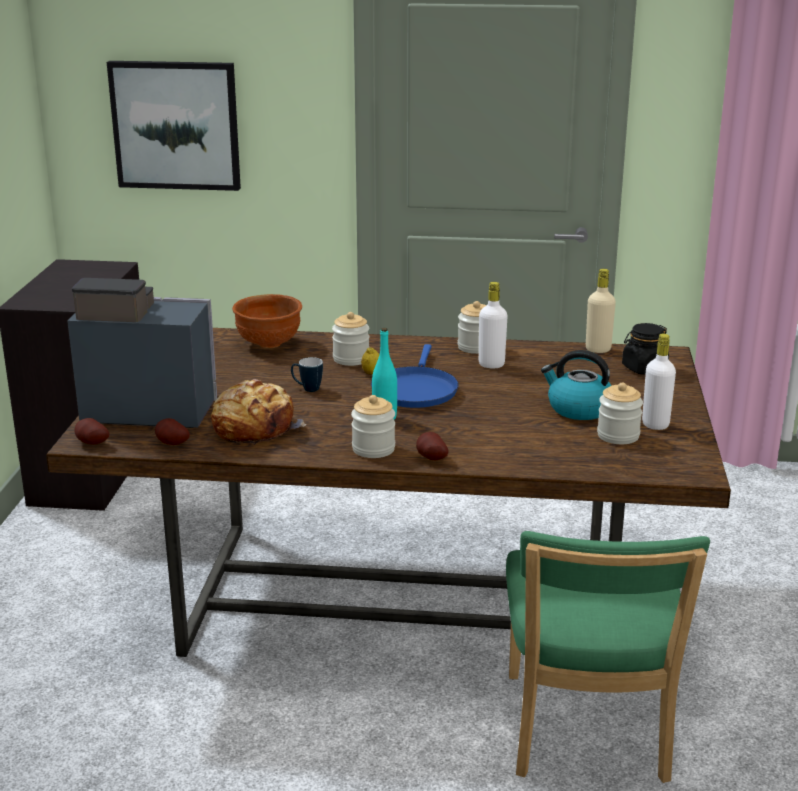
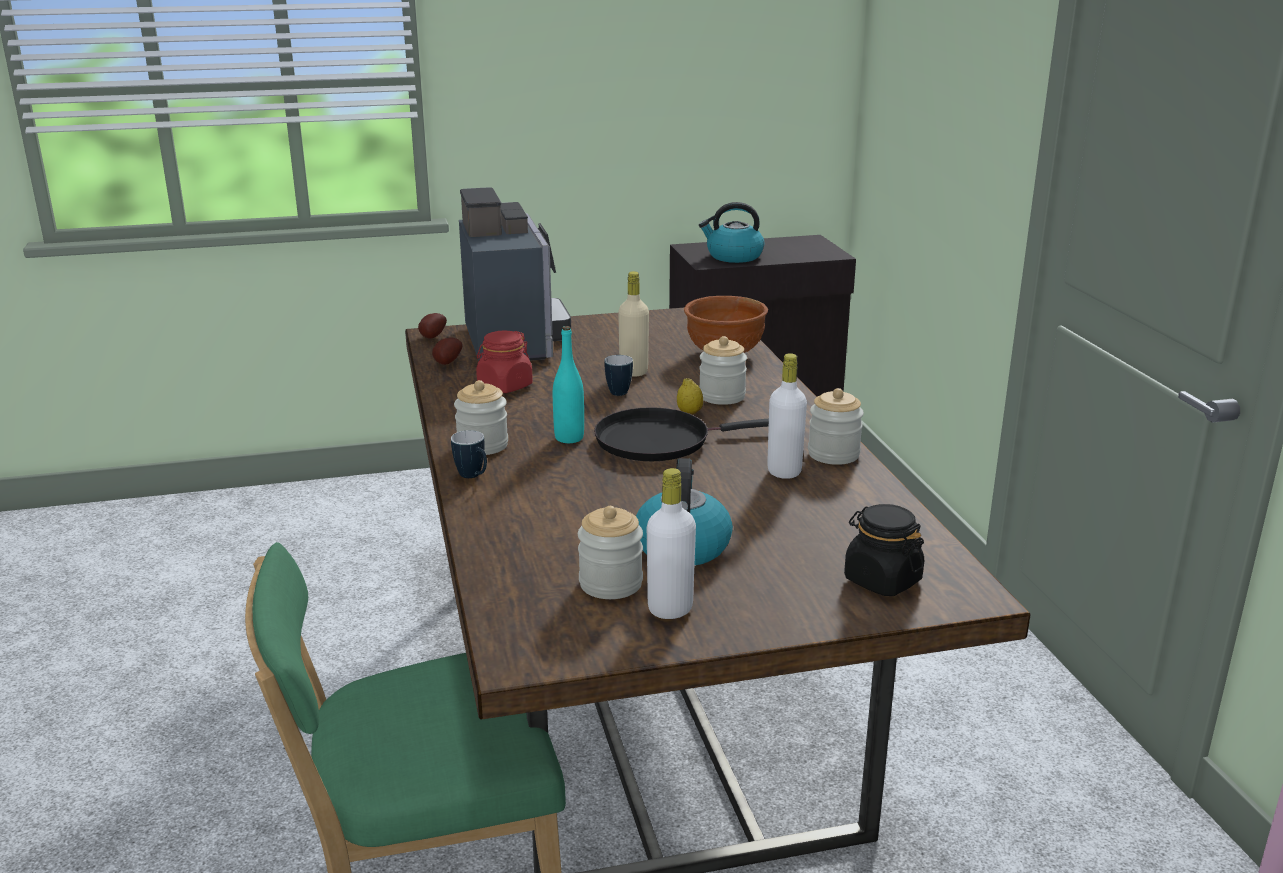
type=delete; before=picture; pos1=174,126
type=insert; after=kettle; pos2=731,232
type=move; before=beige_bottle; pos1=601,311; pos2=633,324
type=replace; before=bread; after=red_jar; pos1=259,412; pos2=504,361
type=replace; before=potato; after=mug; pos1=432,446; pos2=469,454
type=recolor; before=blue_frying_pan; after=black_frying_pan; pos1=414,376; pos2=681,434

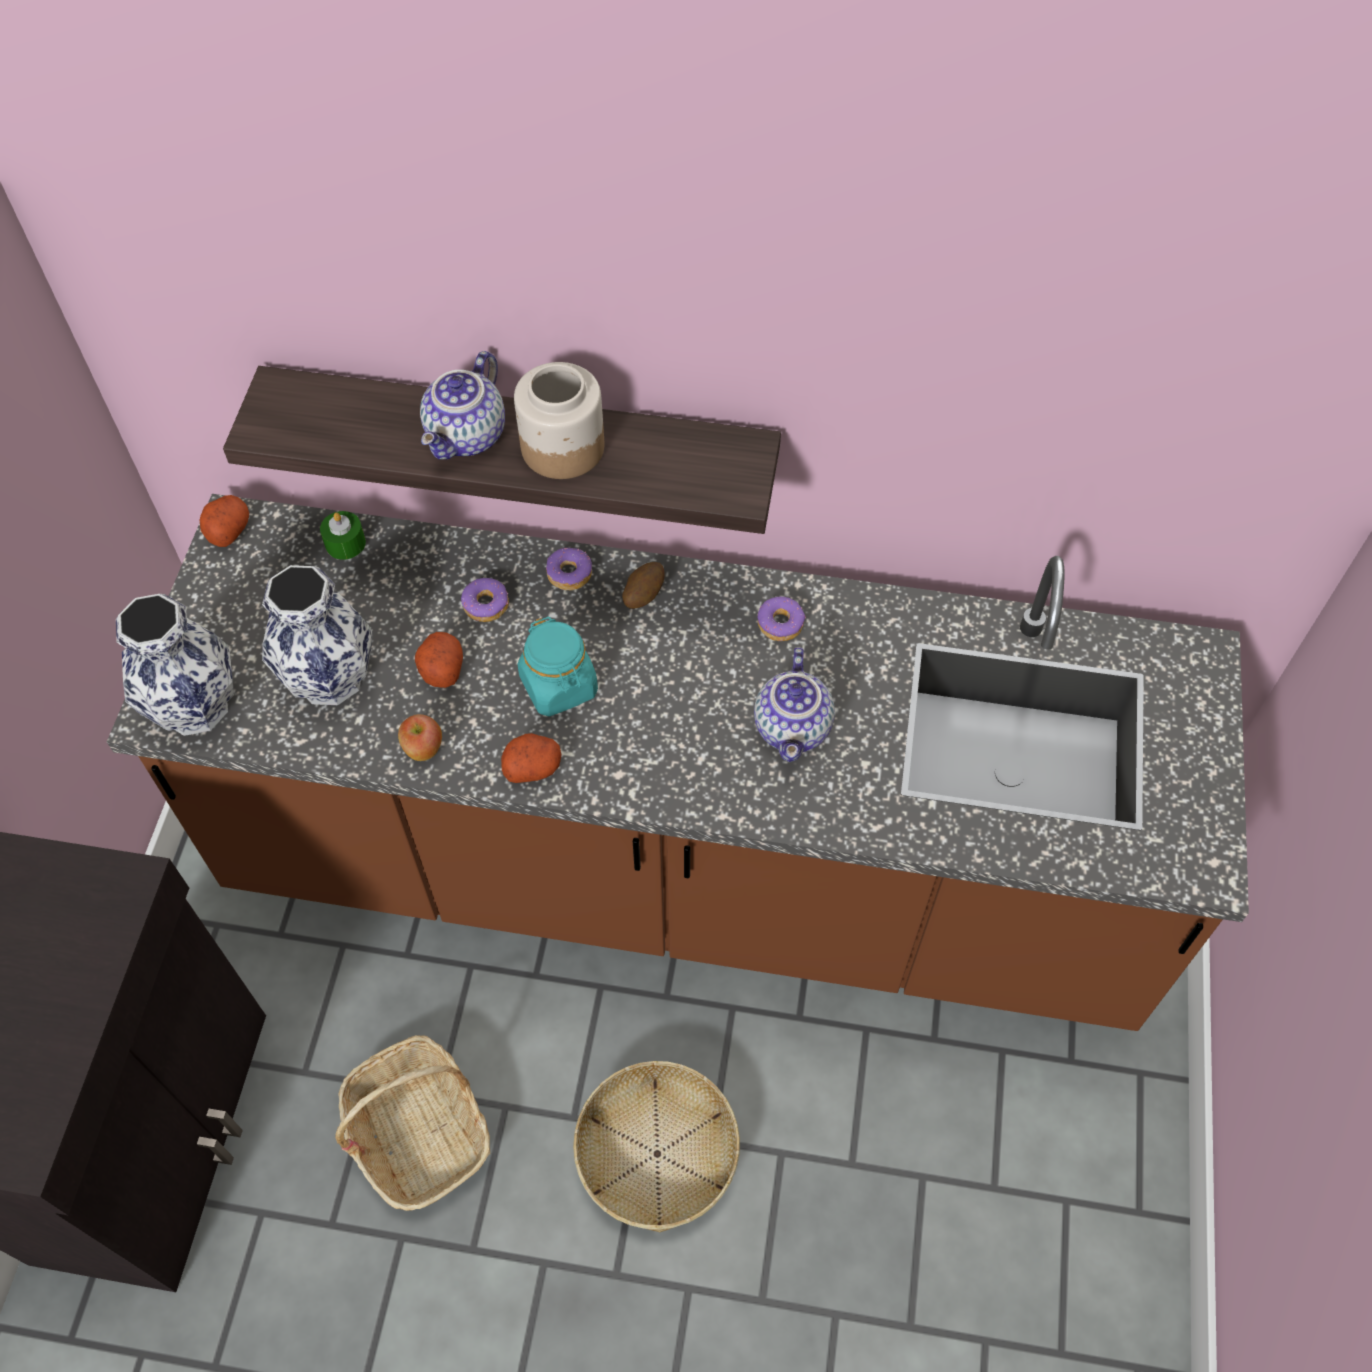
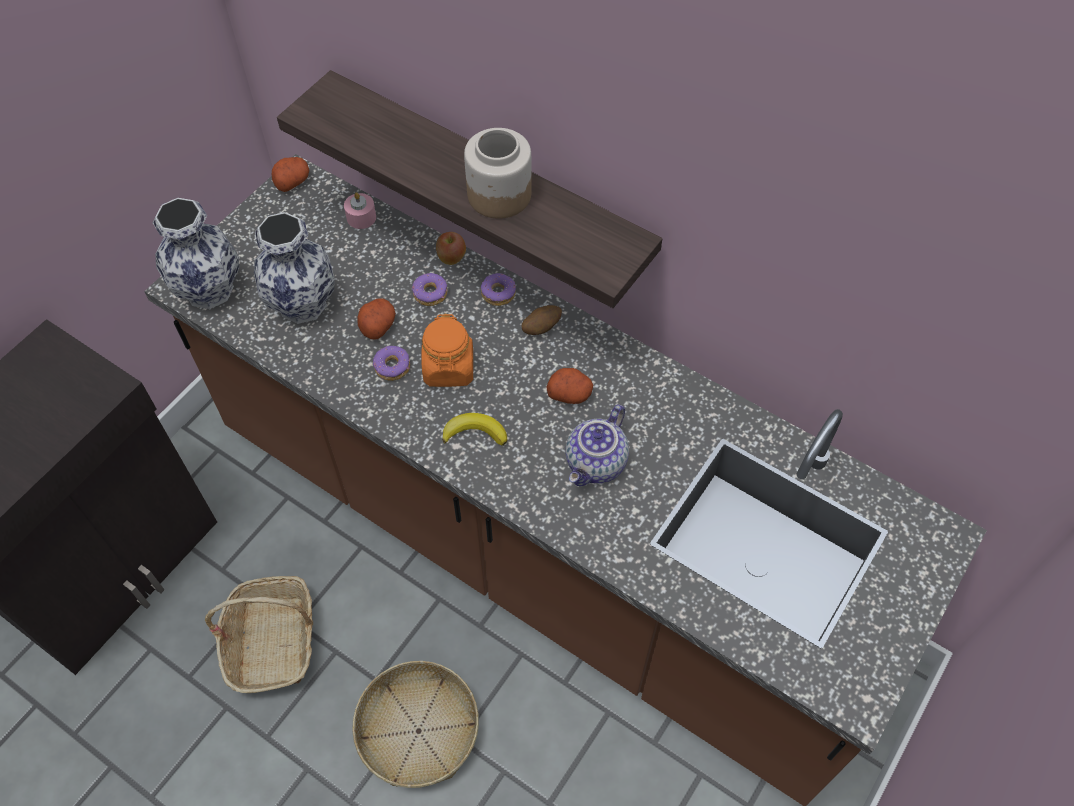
type=delete; before=teapot; pos1=462,405
type=insert; after=banana; pos2=475,429
type=move; before=apple; pos1=420,737; pos2=451,248
type=move; before=potato; pos1=531,758; pos2=569,386
type=move; before=donut; pos1=781,619; pos2=391,363
type=recolor; before=green_candle; after=pink_candle; pos1=343,535; pos2=360,211
type=recolor; before=turquoise_jar; after=orange_jar; pos1=558,666; pos2=447,350

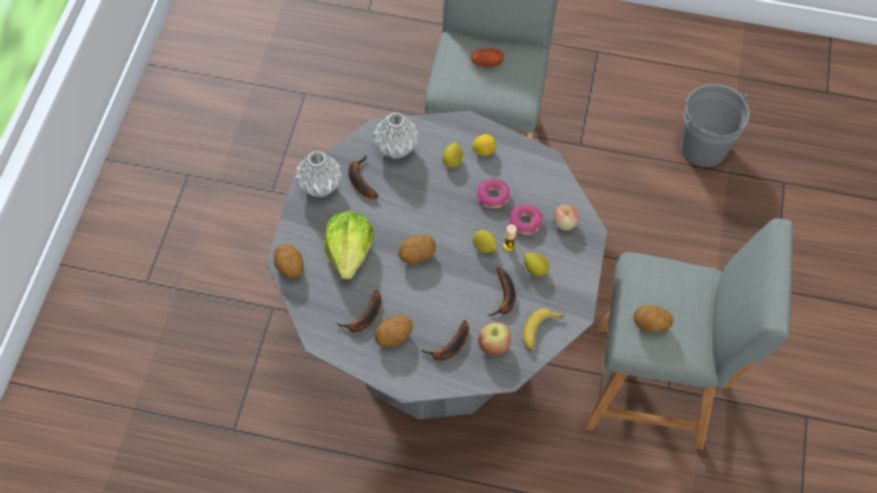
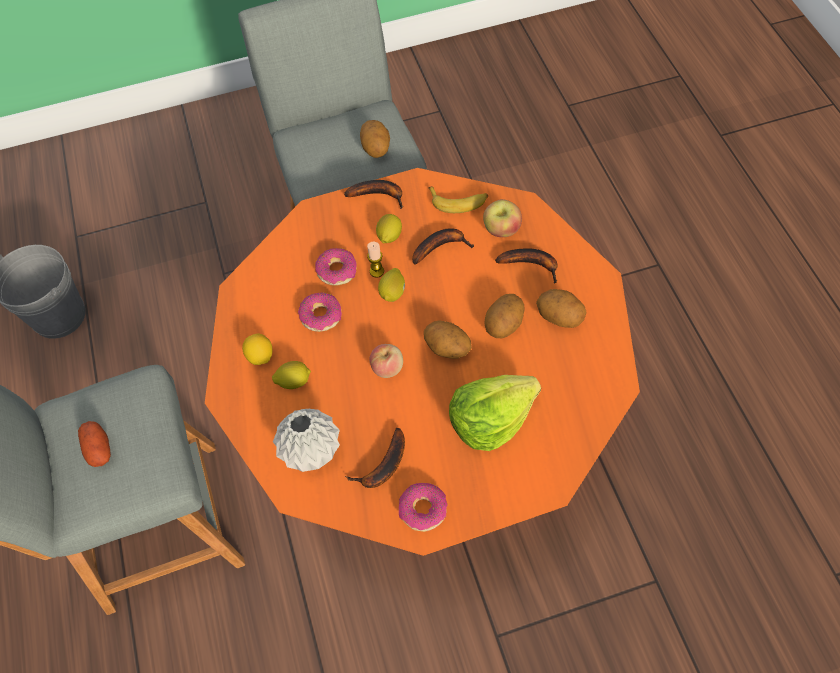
type=move; before=potato; pos1=289,261; pos2=504,316
type=move; before=banana; pos1=359,311; pos2=373,194
type=move; before=apple; pos1=566,217; pos2=386,361
type=replace; before=grey_vase; after=donut; pos1=318,174; pos2=423,507
type=recolor; before=grey_dining_table; after=orange_dining_table; pos1=436,265; pos2=422,362

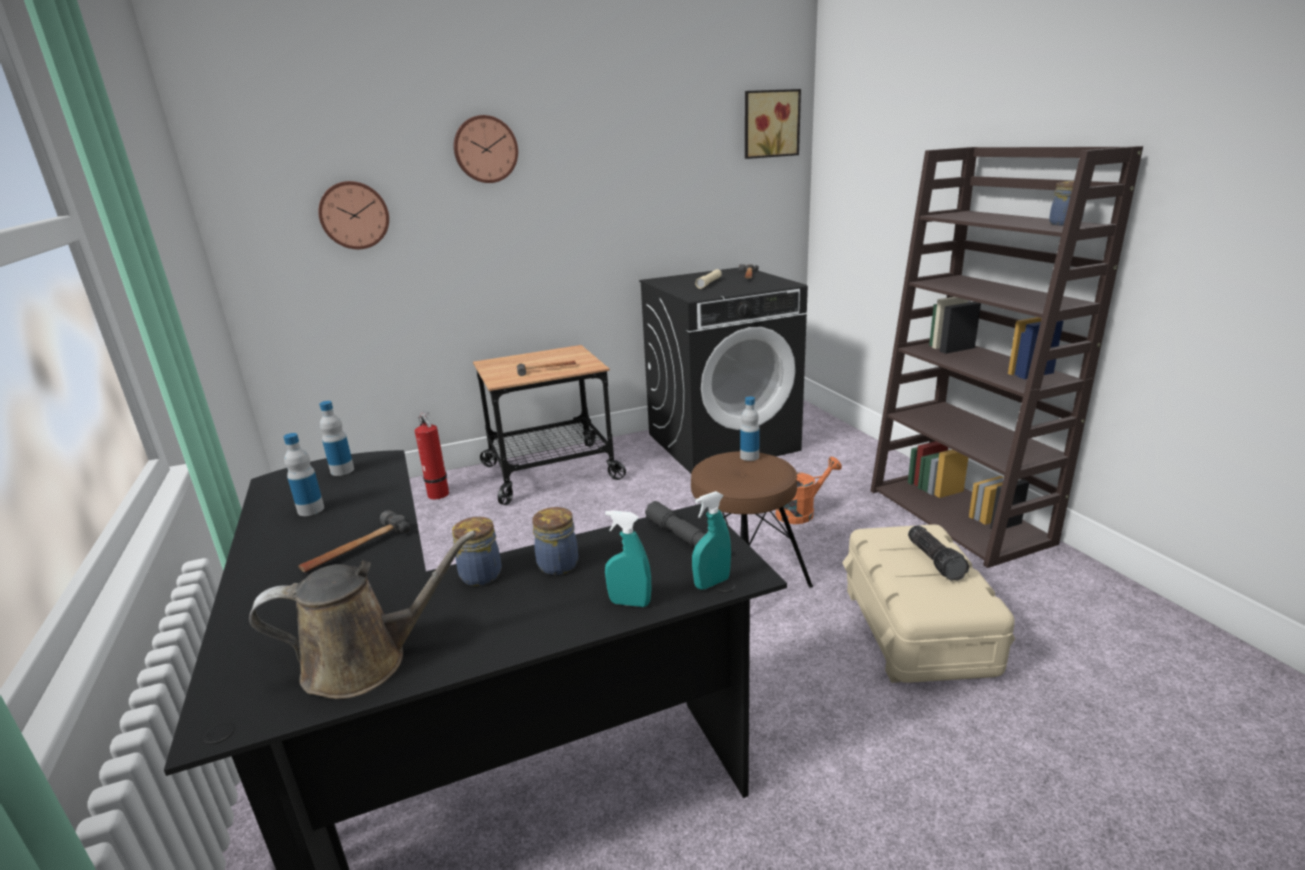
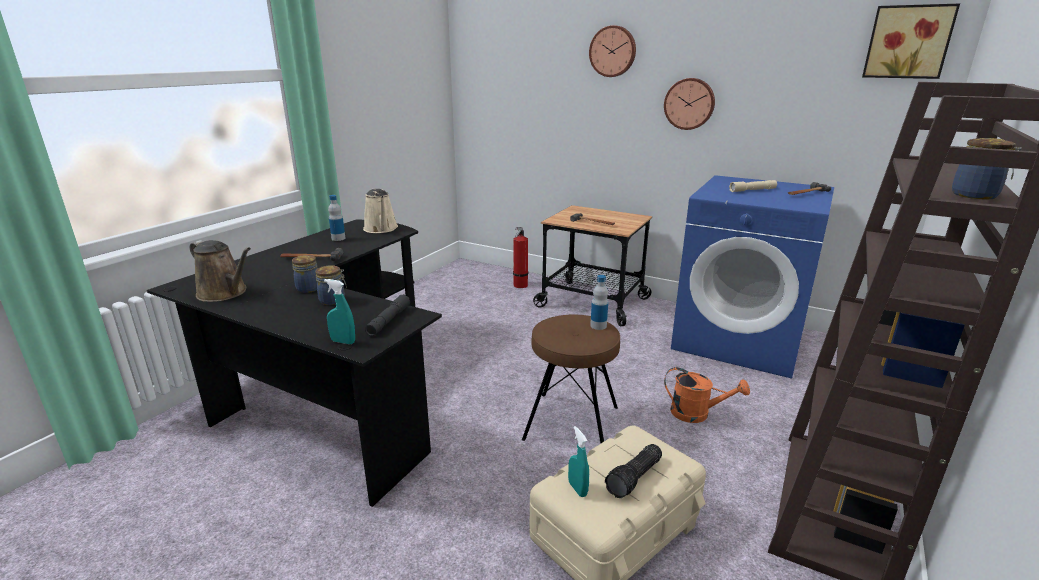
type=move; before=wall_clock; pos1=353,215; pos2=689,104
type=move; before=turquoise_spray_bottle; pos1=628,558; pos2=578,461
type=replace; before=bottle; after=beige_watering_can; pos1=336,438; pos2=380,210
type=recolor; before=black_washing_machine; after=blue_washing_machine; pos1=723,370; pos2=752,277

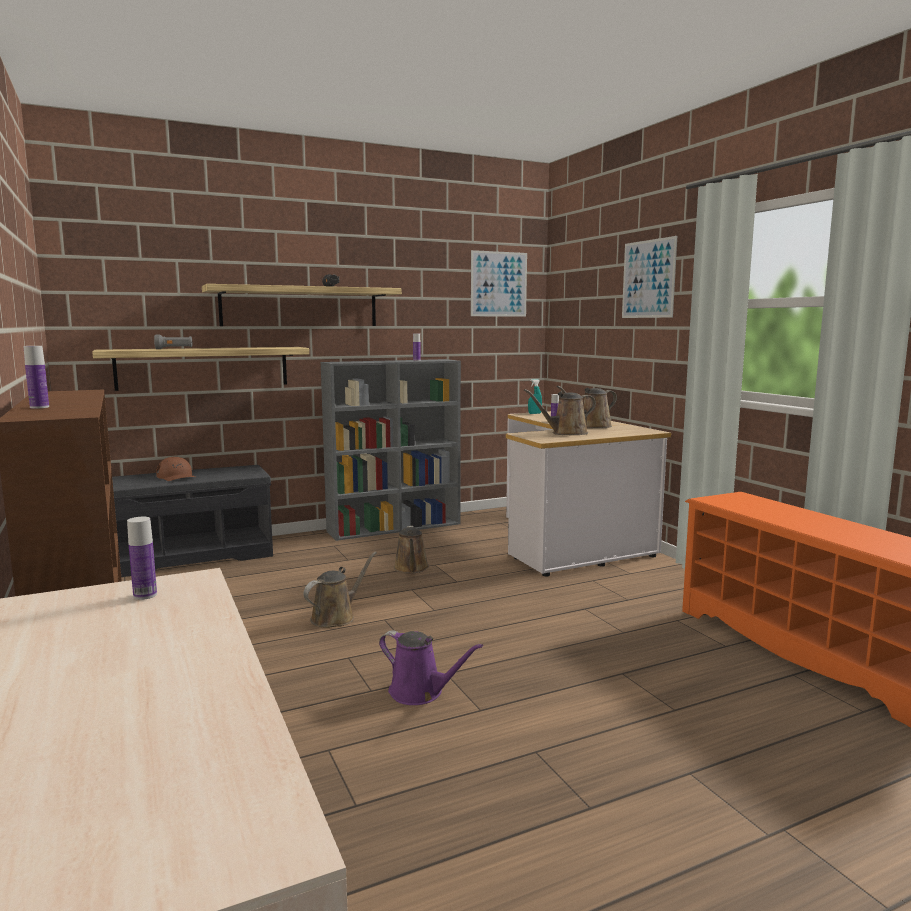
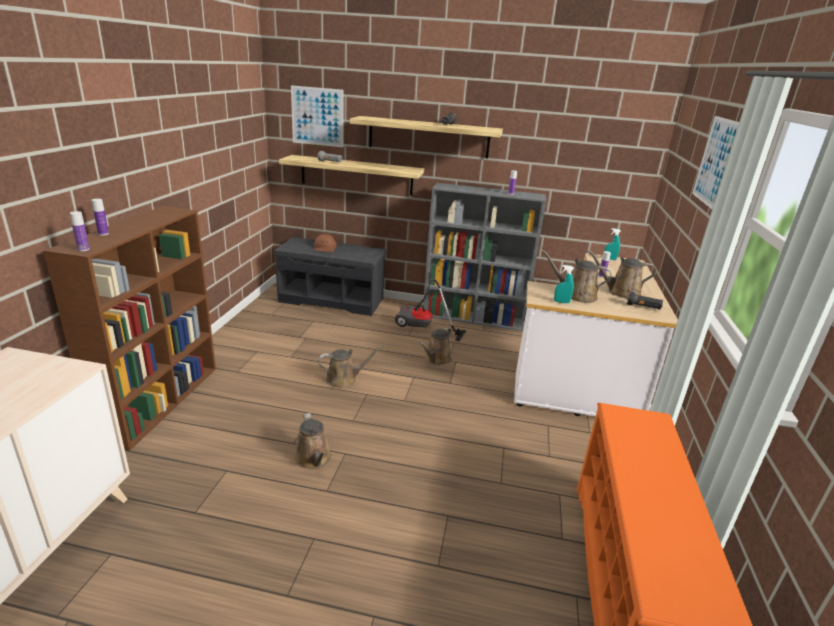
type=insert; after=vacuum_cleaner; pos2=430,310
type=insert; after=turquoise_spray_bottle; pos2=564,284
type=insert; after=black_flashlight; pos2=645,300
type=move; before=bottle; pos1=142,558; pos2=80,231
type=move; before=picture; pos1=499,283; pos2=317,116
type=recolor; before=purple_watering_can; after=brown_watering_can; pos1=431,667; pos2=312,441

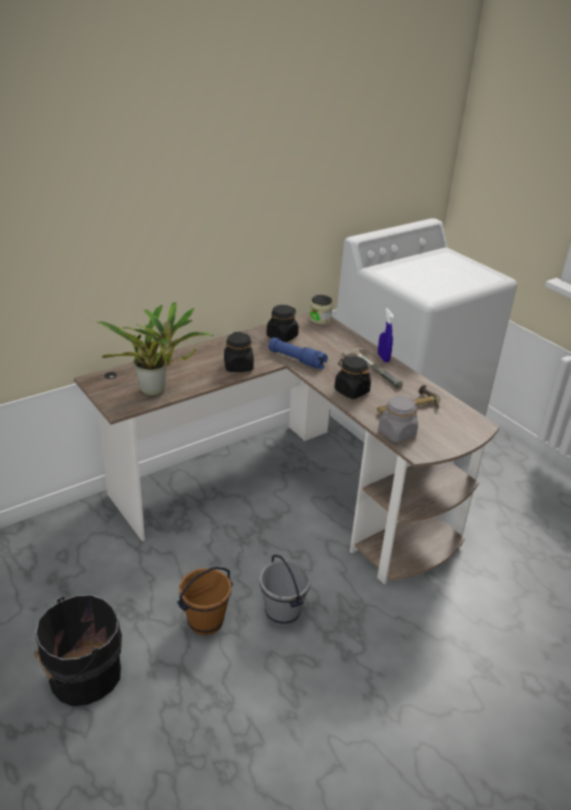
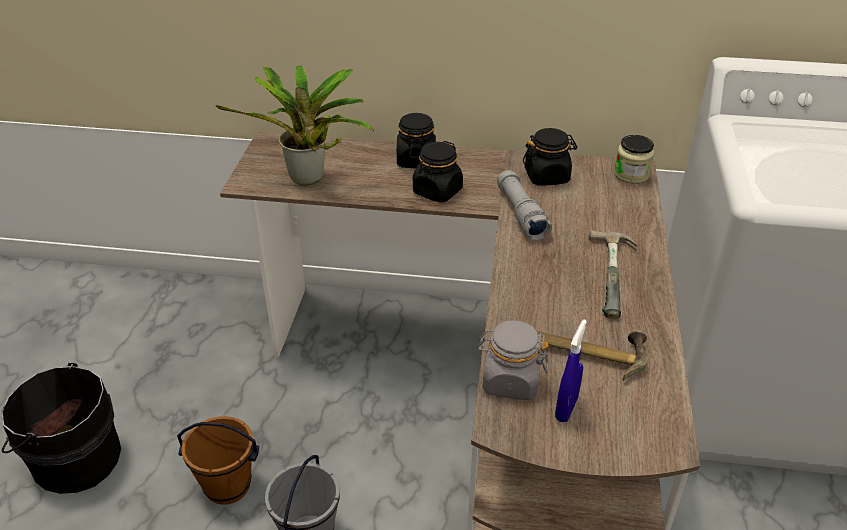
type=move; before=black_jar; pos1=352,377; pos2=416,140
type=move; before=blue_spray_bottle; pos1=386,335; pos2=571,370
type=recolor; before=blue_flashlight; after=grey_flashlight; pos1=298,354; pos2=524,205

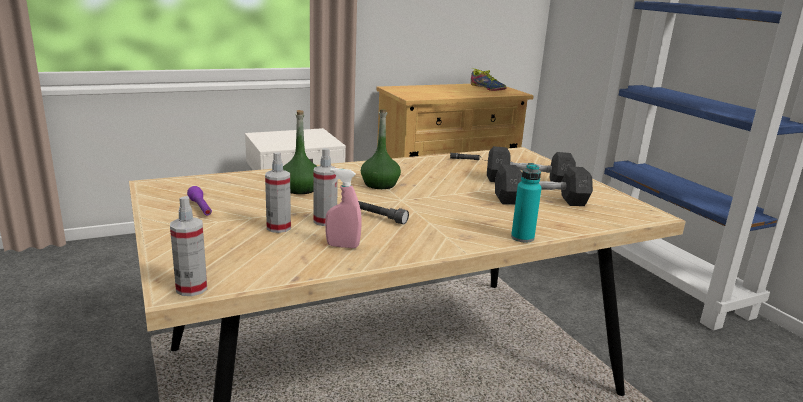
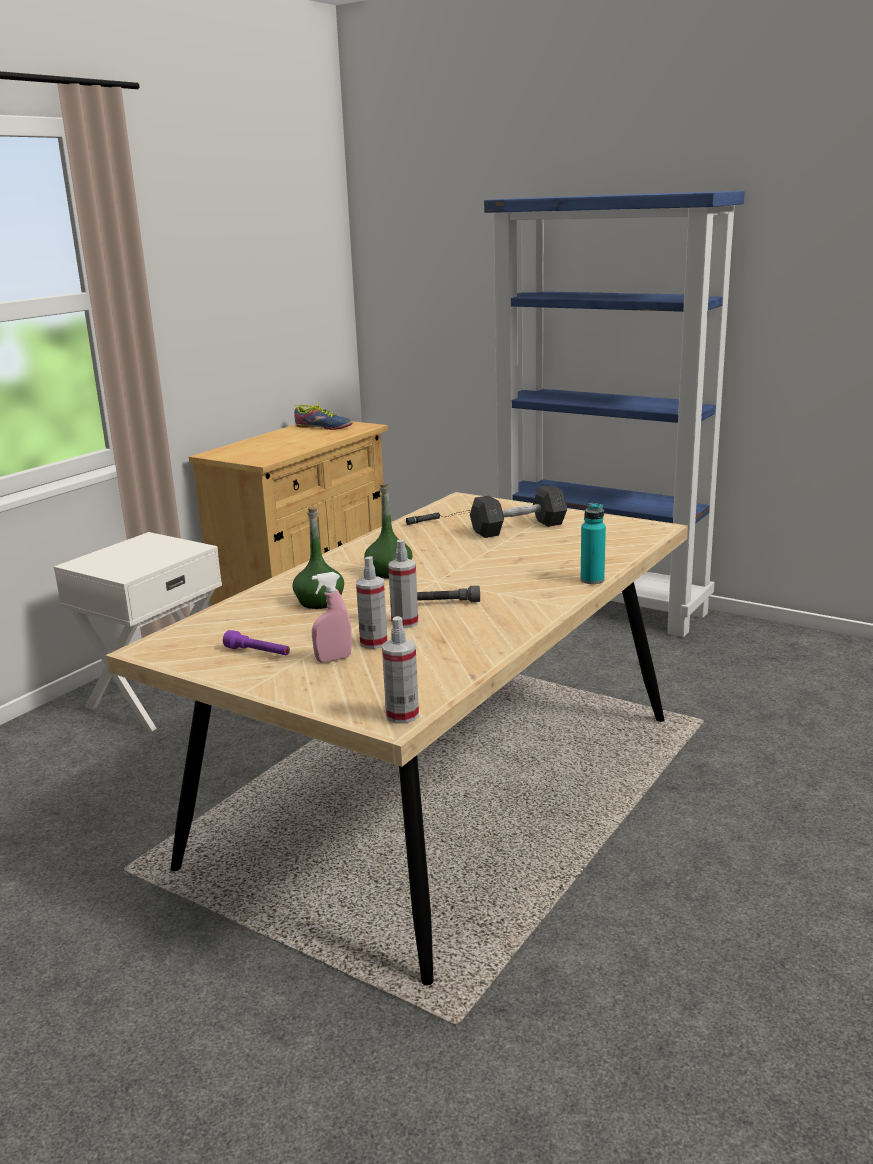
type=delete; before=grey_dumbbell; pos1=544,185
type=move; before=pink_spray_bottle; pos1=343,208; pos2=332,617

